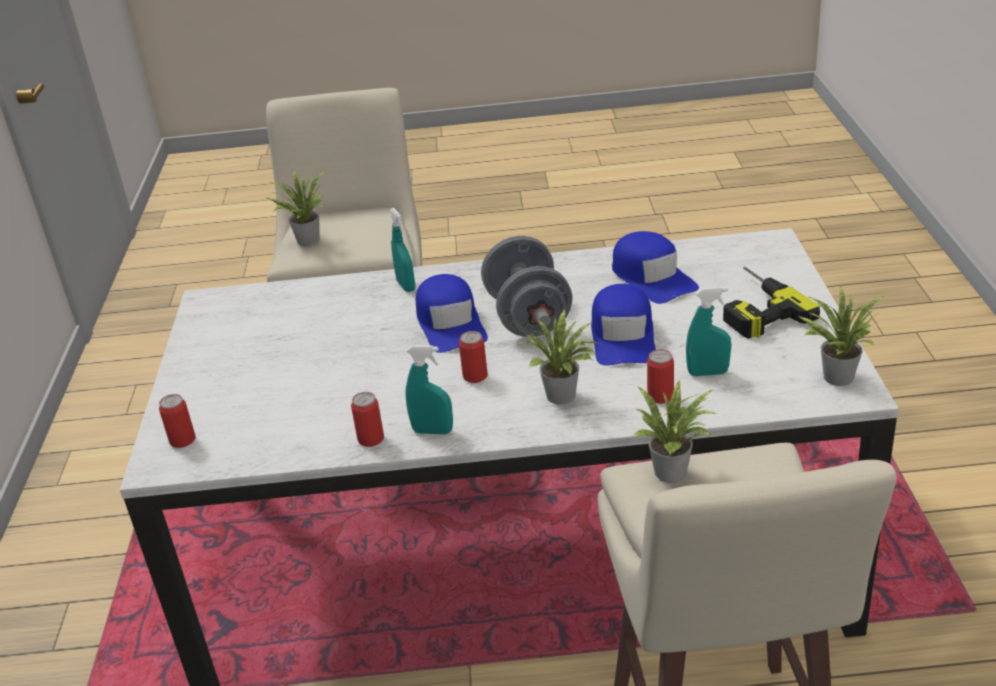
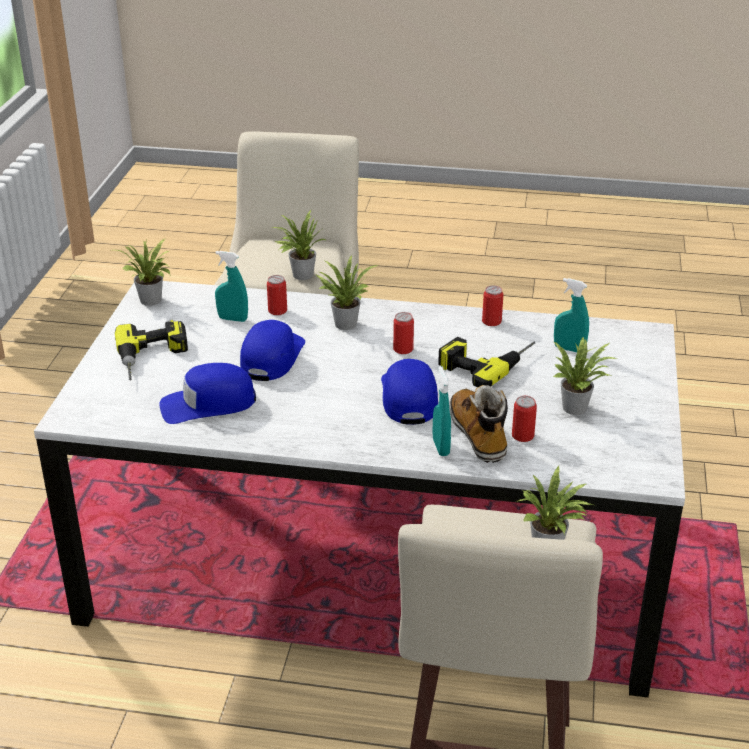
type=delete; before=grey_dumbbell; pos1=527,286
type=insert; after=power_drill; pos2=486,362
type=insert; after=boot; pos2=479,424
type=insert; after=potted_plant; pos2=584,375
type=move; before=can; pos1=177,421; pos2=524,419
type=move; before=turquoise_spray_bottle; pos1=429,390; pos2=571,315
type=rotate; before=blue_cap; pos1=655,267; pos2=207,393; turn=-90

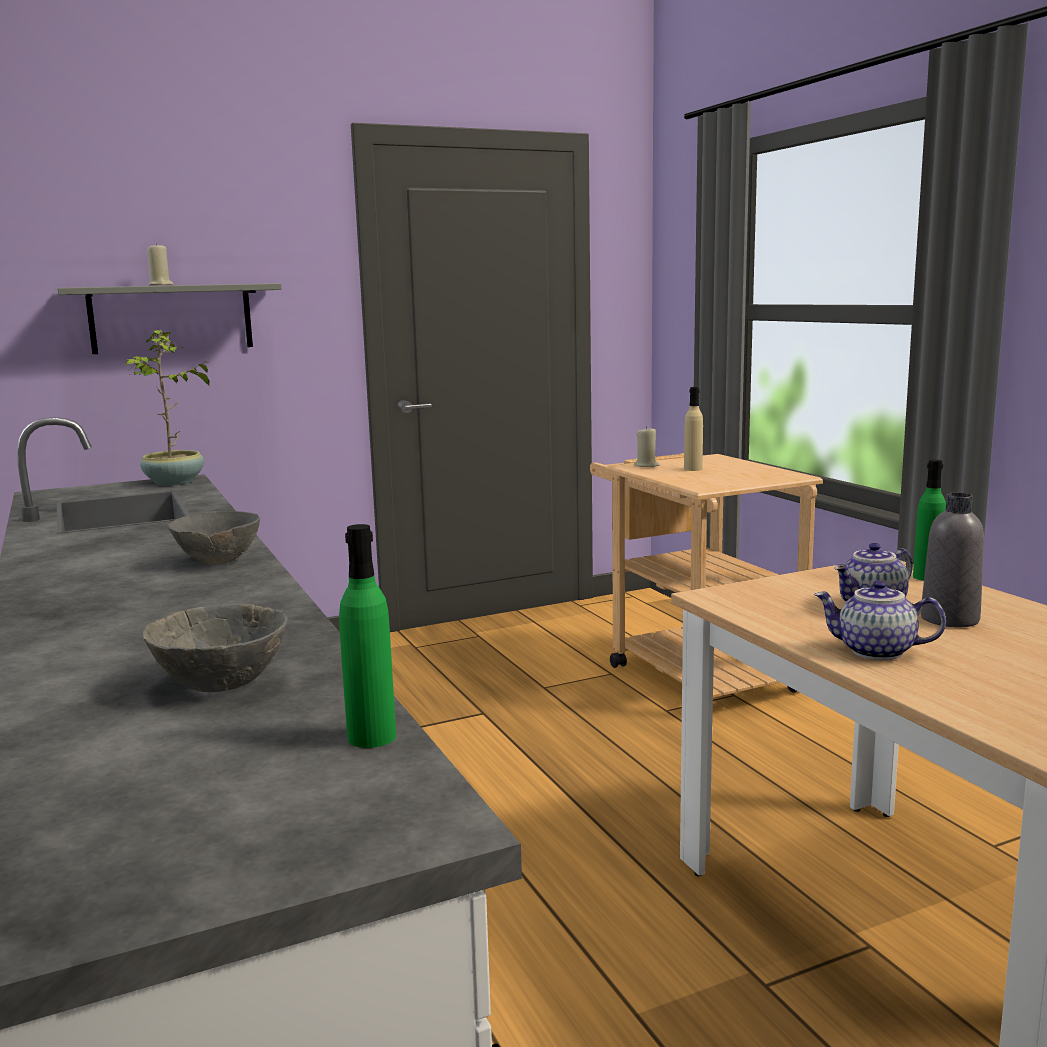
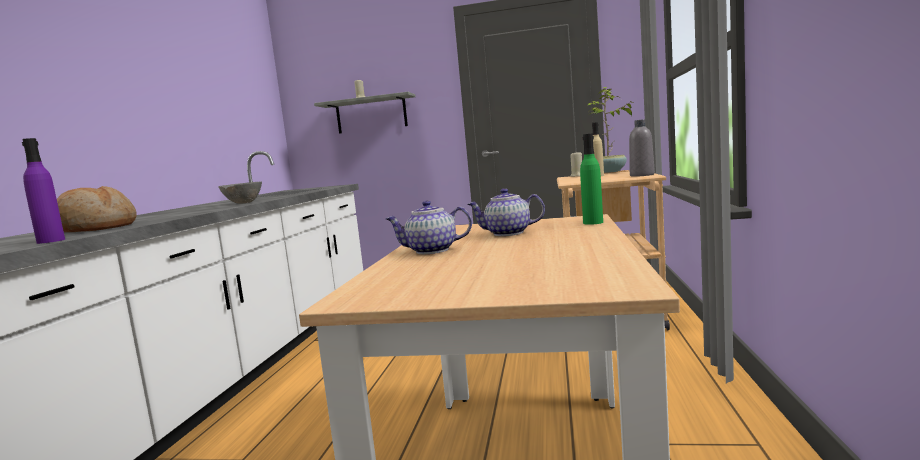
type=move; before=potted_plant; pos1=170,407; pos2=610,130
type=move; before=grey_bottle; pos1=952,560; pos2=642,148
type=replace; before=grey_bowl; after=bread; pos1=215,648; pos2=97,209
type=recolor; before=green_bottle; after=purple_bottle; pos1=367,636; pos2=43,191
type=rotate; before=teapot; pos1=880,620; pos2=428,227; turn=-60

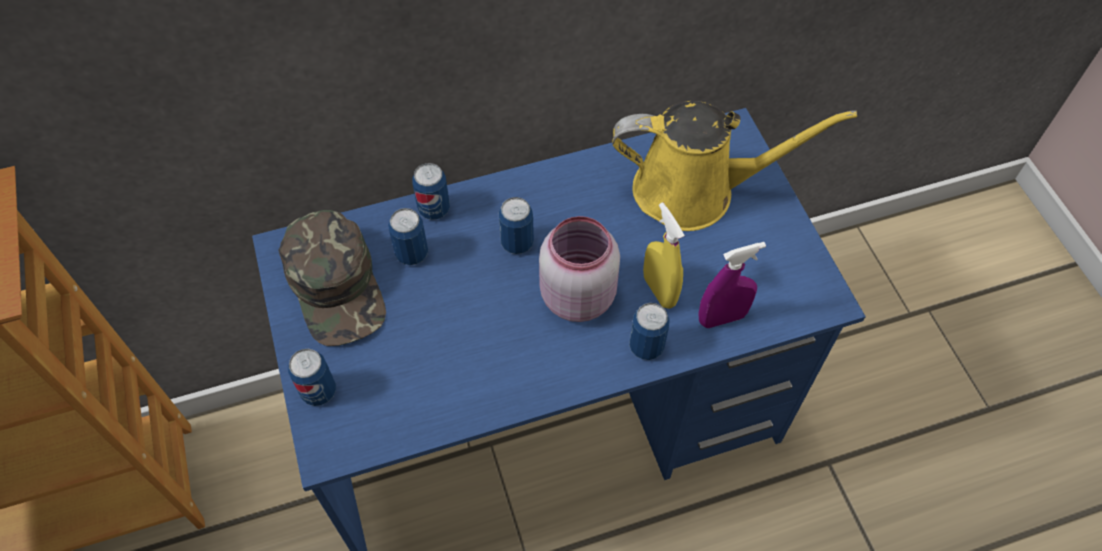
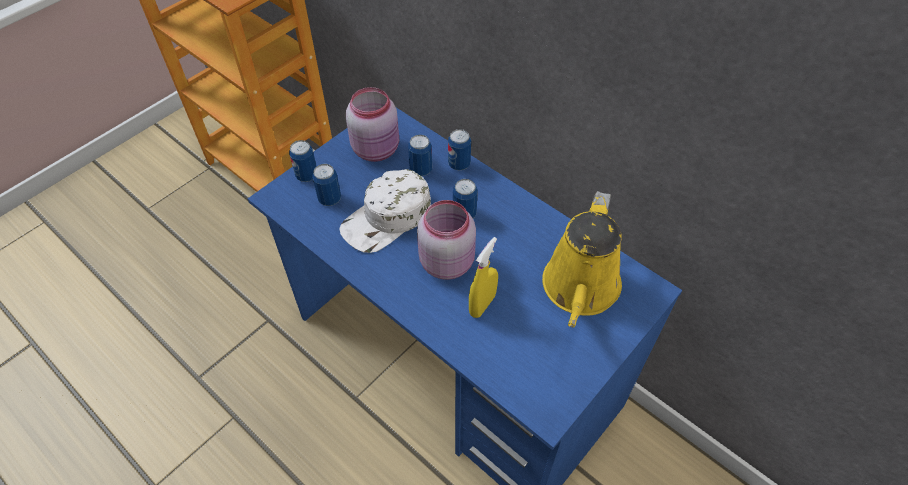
type=delete; before=purple_spray_bottle; pos1=732,285
type=insert; after=white_cap; pos2=385,211
type=move; before=can; pos1=649,331; pos2=326,185
type=replace; before=green_cap; after=pink_jar; pos1=332,278; pos2=372,124
type=rotate; before=yellow_watering_can; pos1=734,166; pos2=582,259; turn=45

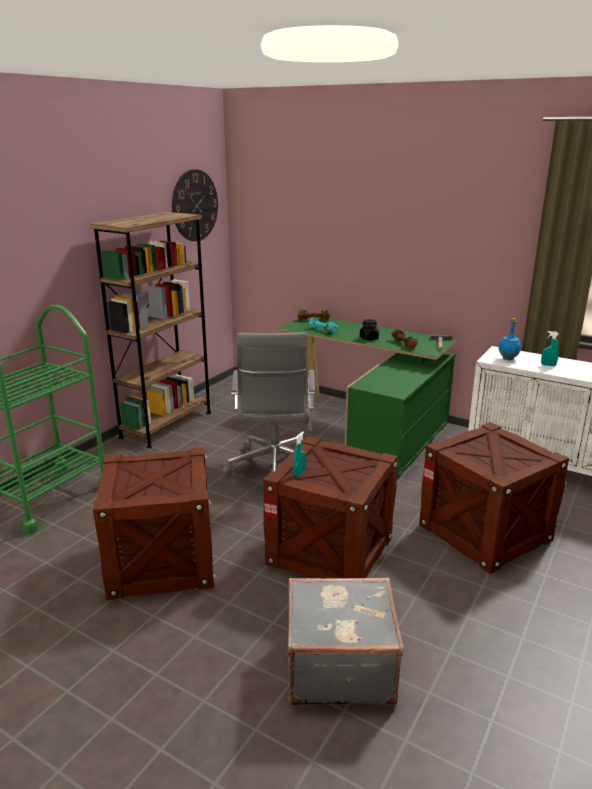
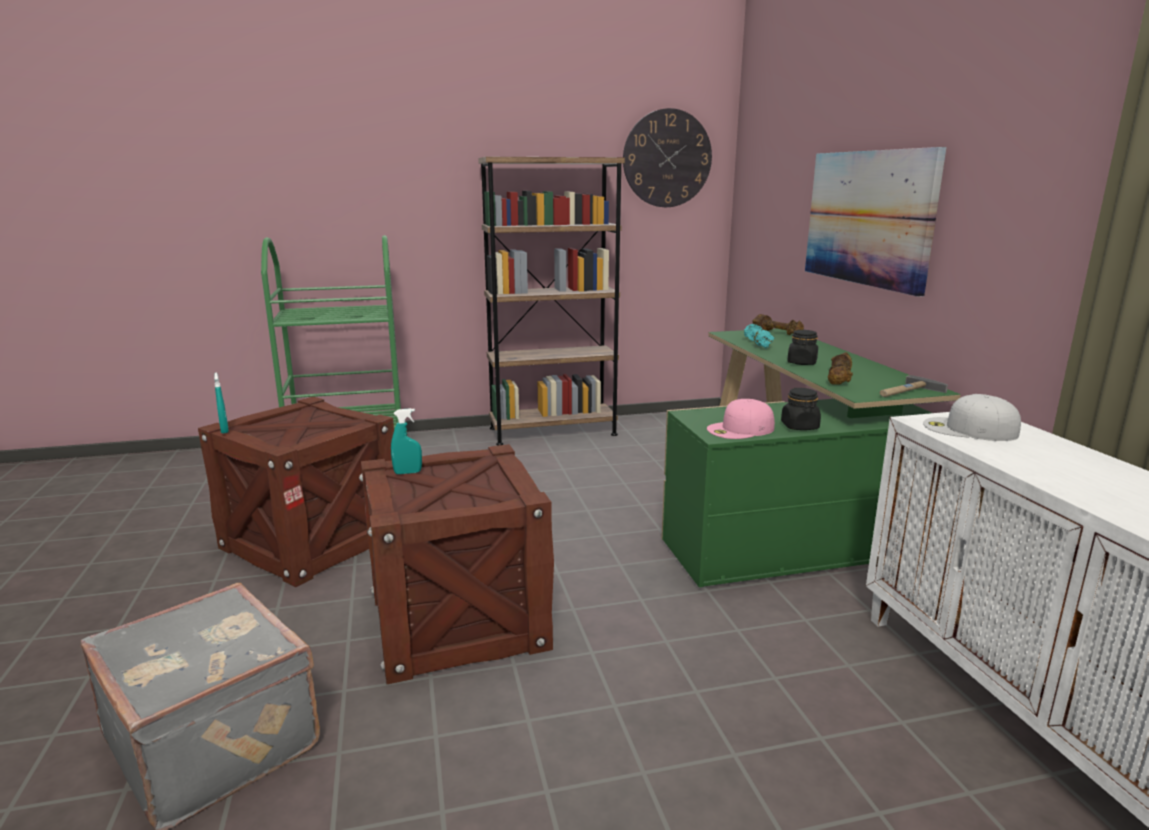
type=delete; before=grey_office_chair; pos1=268,404
type=delete; before=crate; pos1=494,498
type=insert; after=pink_cap; pos2=741,419
type=insert; after=black_jar; pos2=801,409
type=insert; after=picture; pos2=876,222
type=move; before=turquoise_spray_bottle; pos1=550,348; pos2=221,403
type=replace; before=blue_bottle; after=white_cap; pos1=509,339; pos2=972,417

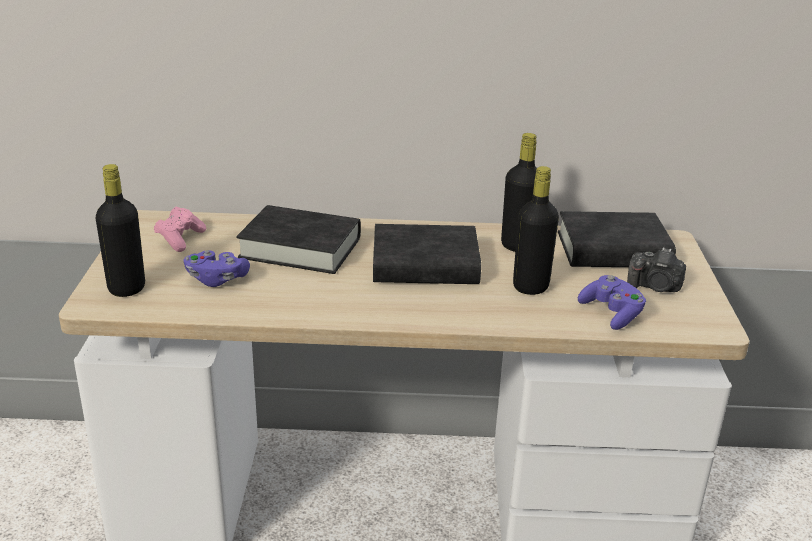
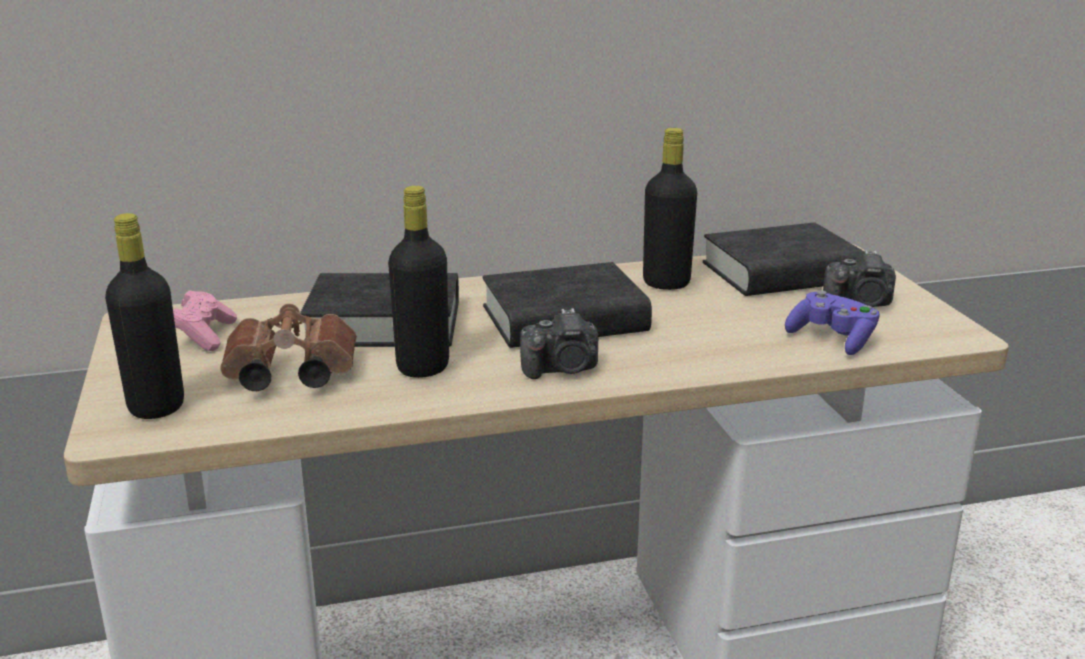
type=insert; after=photo_camera; pos2=559,343
type=move; before=black_bottle; pos1=536,230; pos2=418,282
type=replace; before=purple_game_controller; after=brown_binoculars; pos1=217,268; pos2=288,347

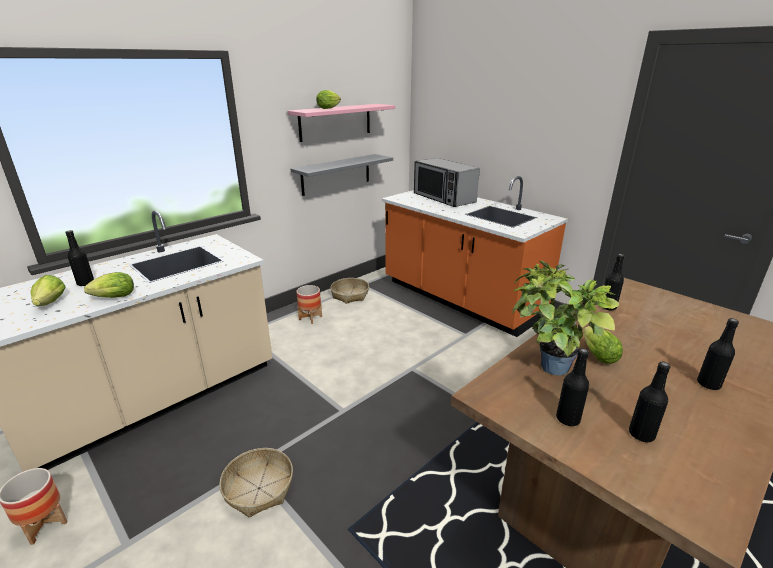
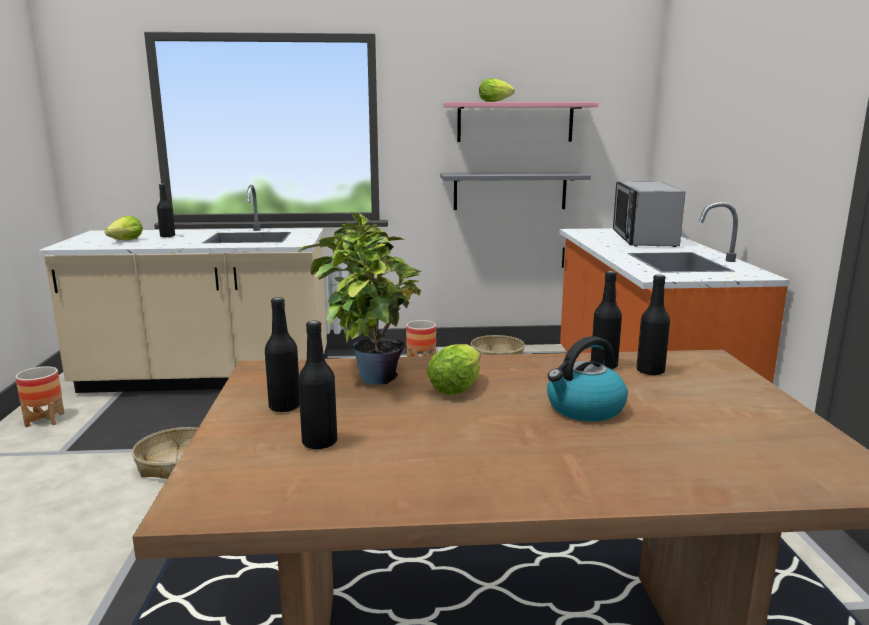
type=delete; before=lettuce; pos1=109,285
type=insert; after=kettle; pos2=587,379
type=move; before=black_bottle; pos1=718,354; pos2=653,325

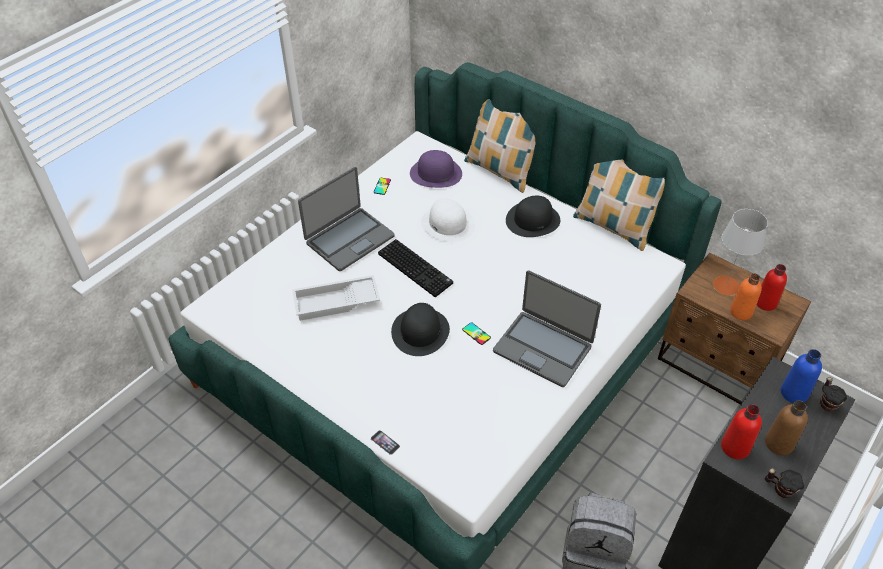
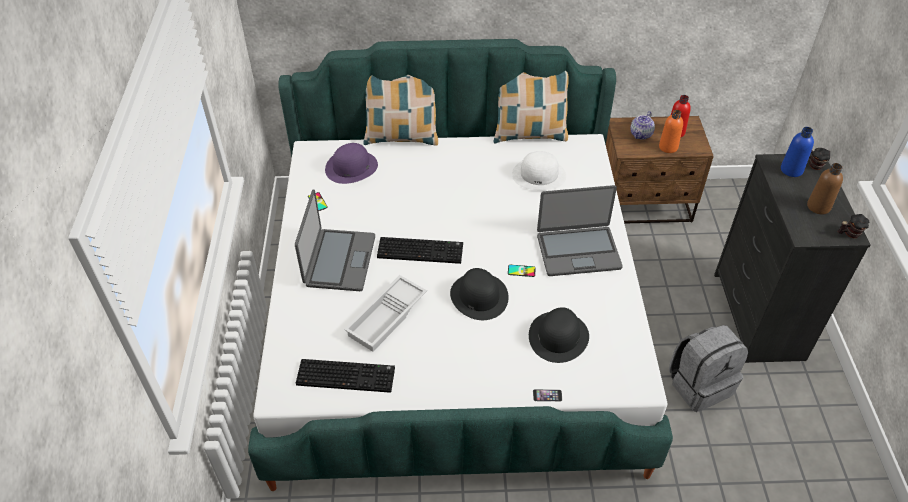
type=delete; before=red_bottle; pos1=741,432
type=insert; after=keyboard; pos2=345,376
type=move; before=white_hat; pos1=448,220; pos2=539,170
type=move; before=black_hat; pos1=533,216; pos2=559,335
type=replace; before=grey_table_lamp; after=teapot; pos1=740,252; pos2=642,125

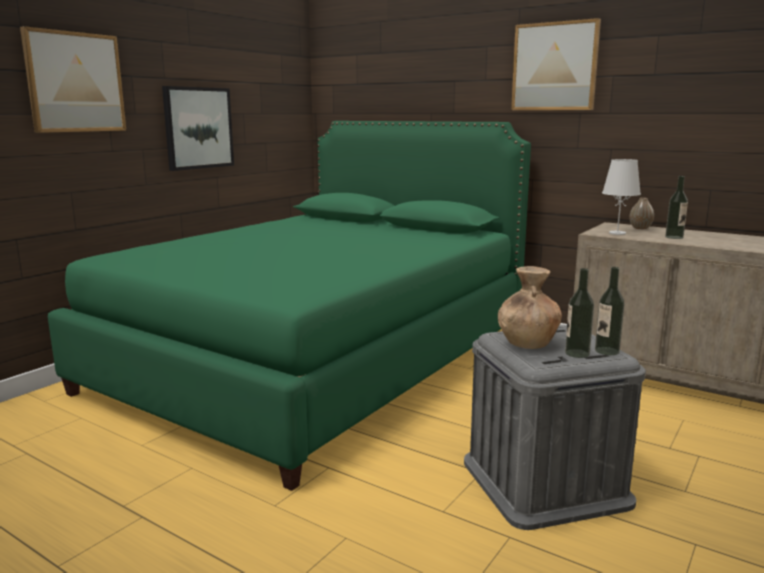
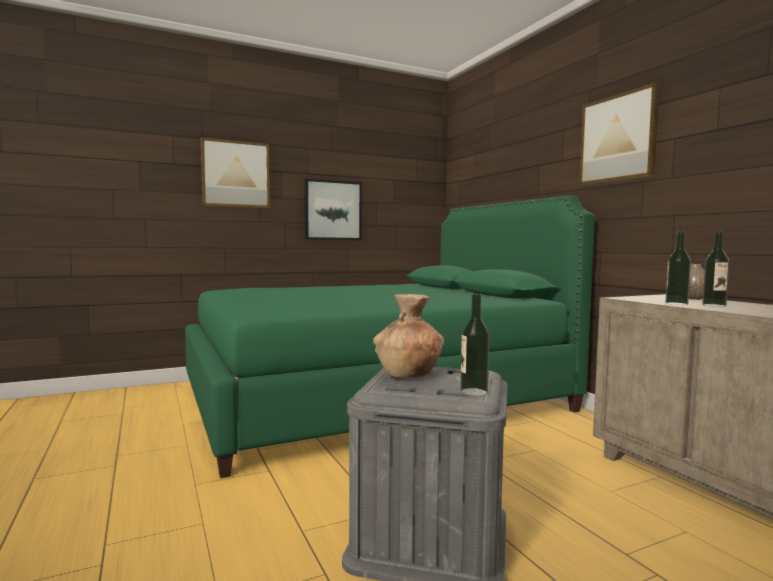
type=delete; before=white_table_lamp; pos1=621,197
type=move; before=bottle; pos1=579,313; pos2=678,268

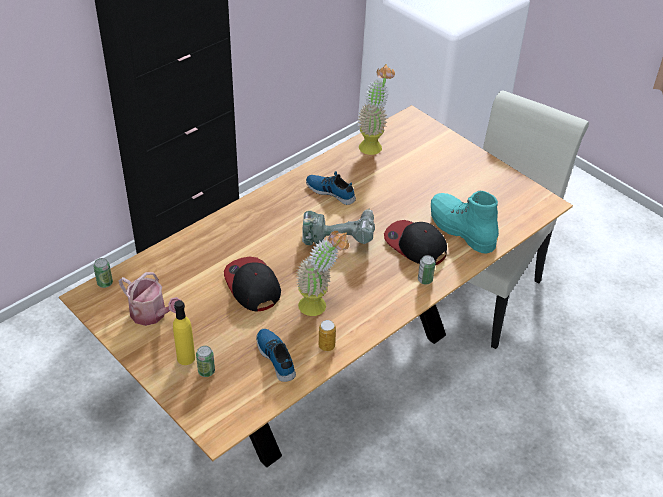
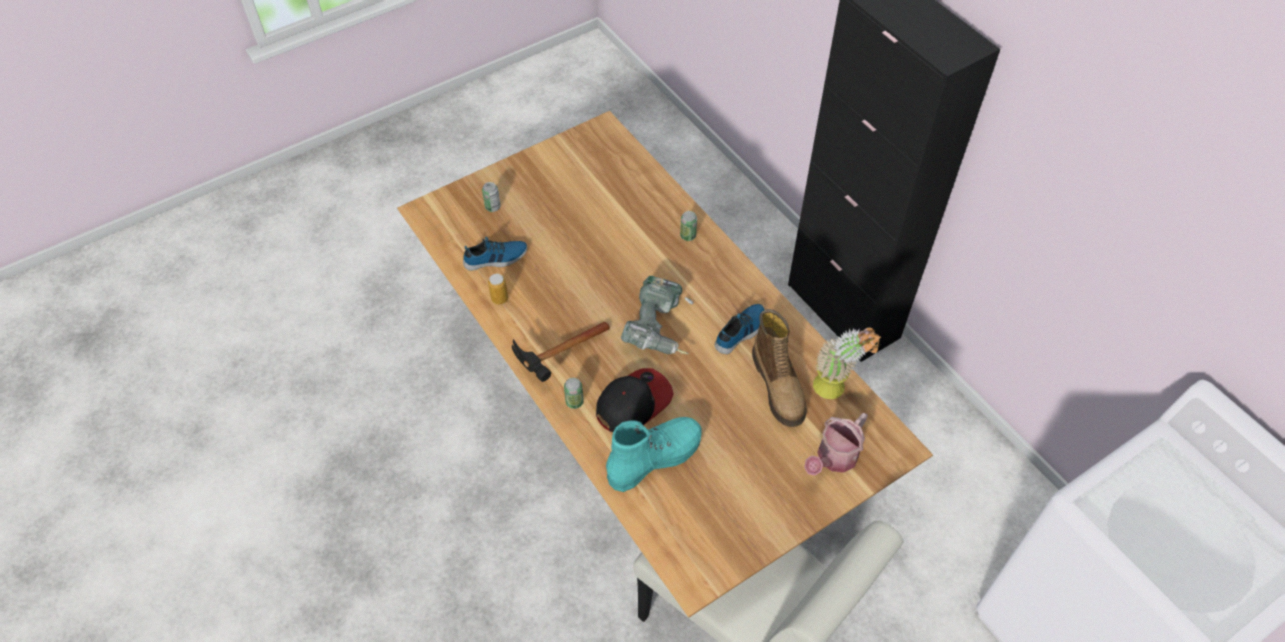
type=delete; before=yellow_bottle; pos1=184,332
type=delete; before=cap; pos1=252,284
type=delete; before=potted_plant; pos1=323,273
type=insert; after=hammer; pos2=561,352
type=insert; after=boot; pos2=779,368
type=move; before=can; pos1=103,273; pos2=688,226
type=move; before=watering_can; pos1=150,299; pos2=836,444

